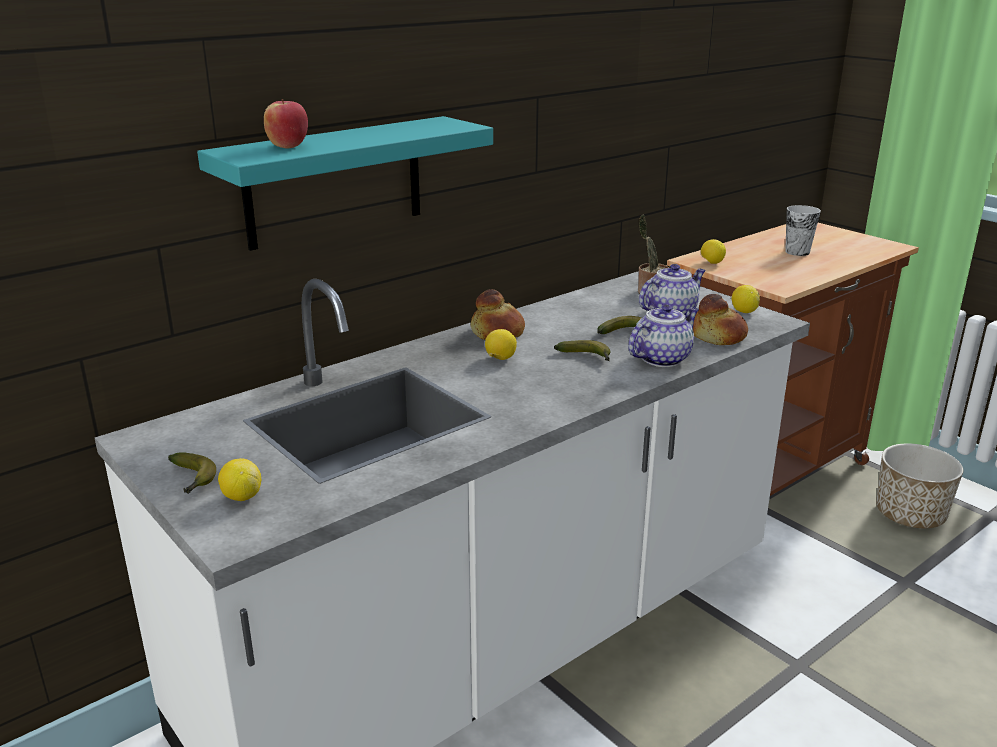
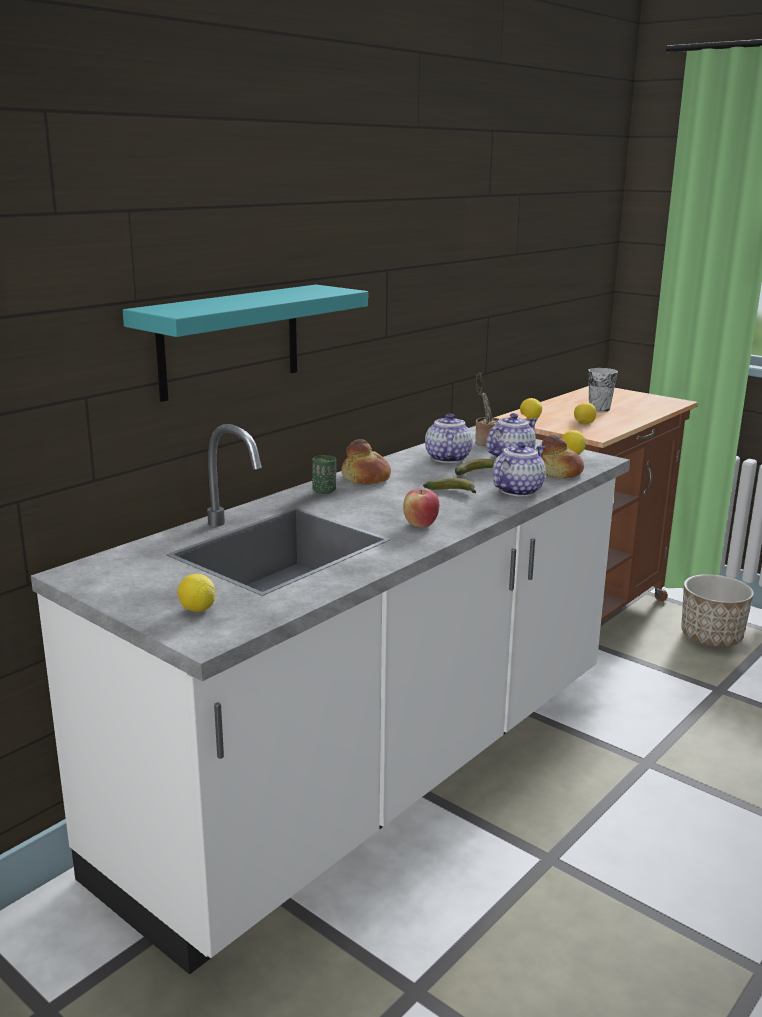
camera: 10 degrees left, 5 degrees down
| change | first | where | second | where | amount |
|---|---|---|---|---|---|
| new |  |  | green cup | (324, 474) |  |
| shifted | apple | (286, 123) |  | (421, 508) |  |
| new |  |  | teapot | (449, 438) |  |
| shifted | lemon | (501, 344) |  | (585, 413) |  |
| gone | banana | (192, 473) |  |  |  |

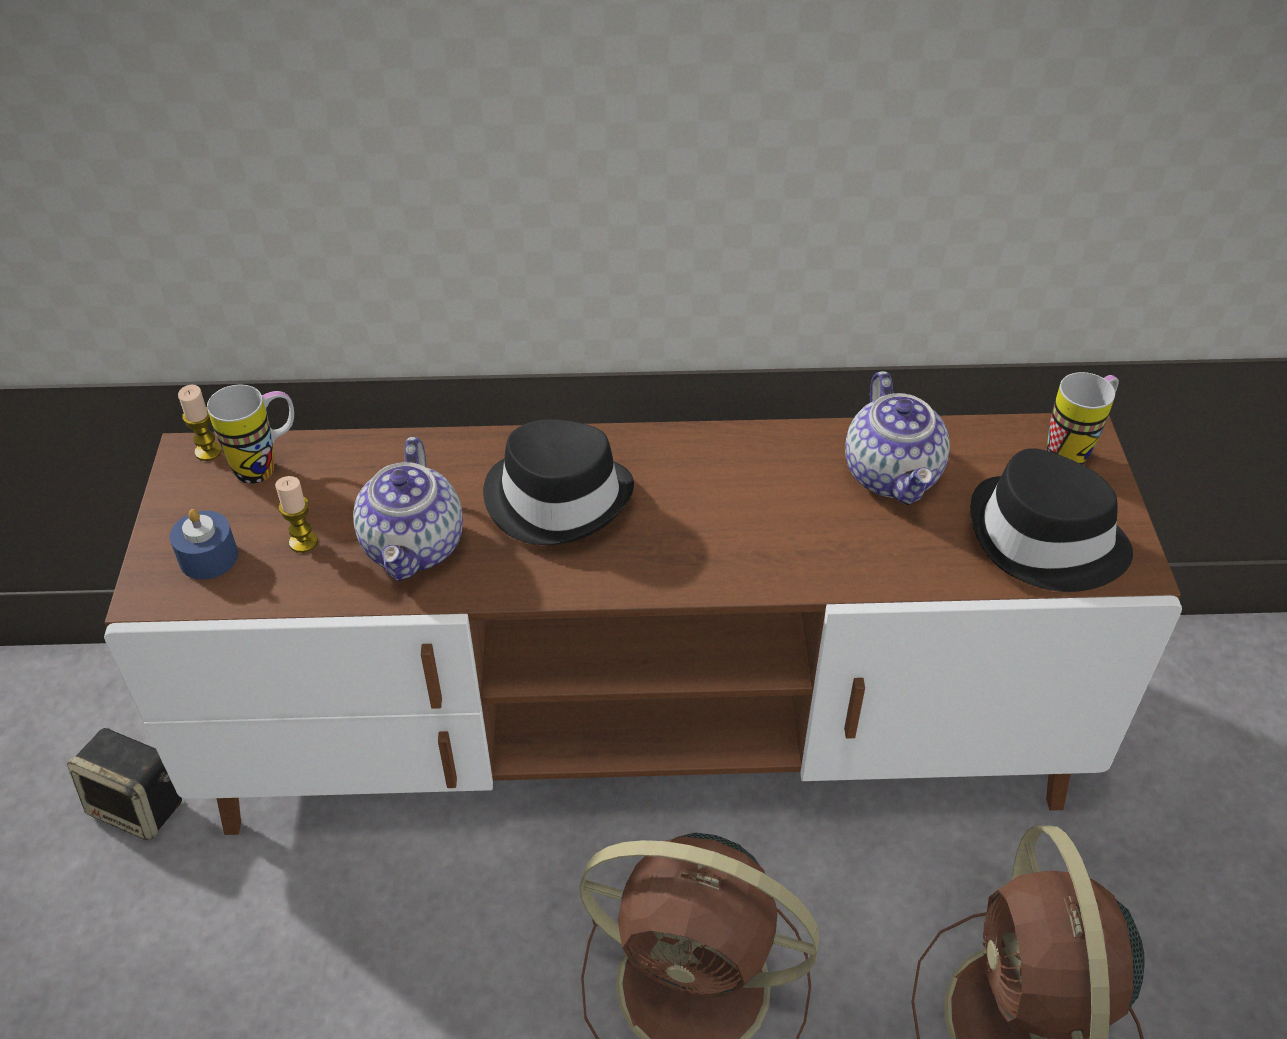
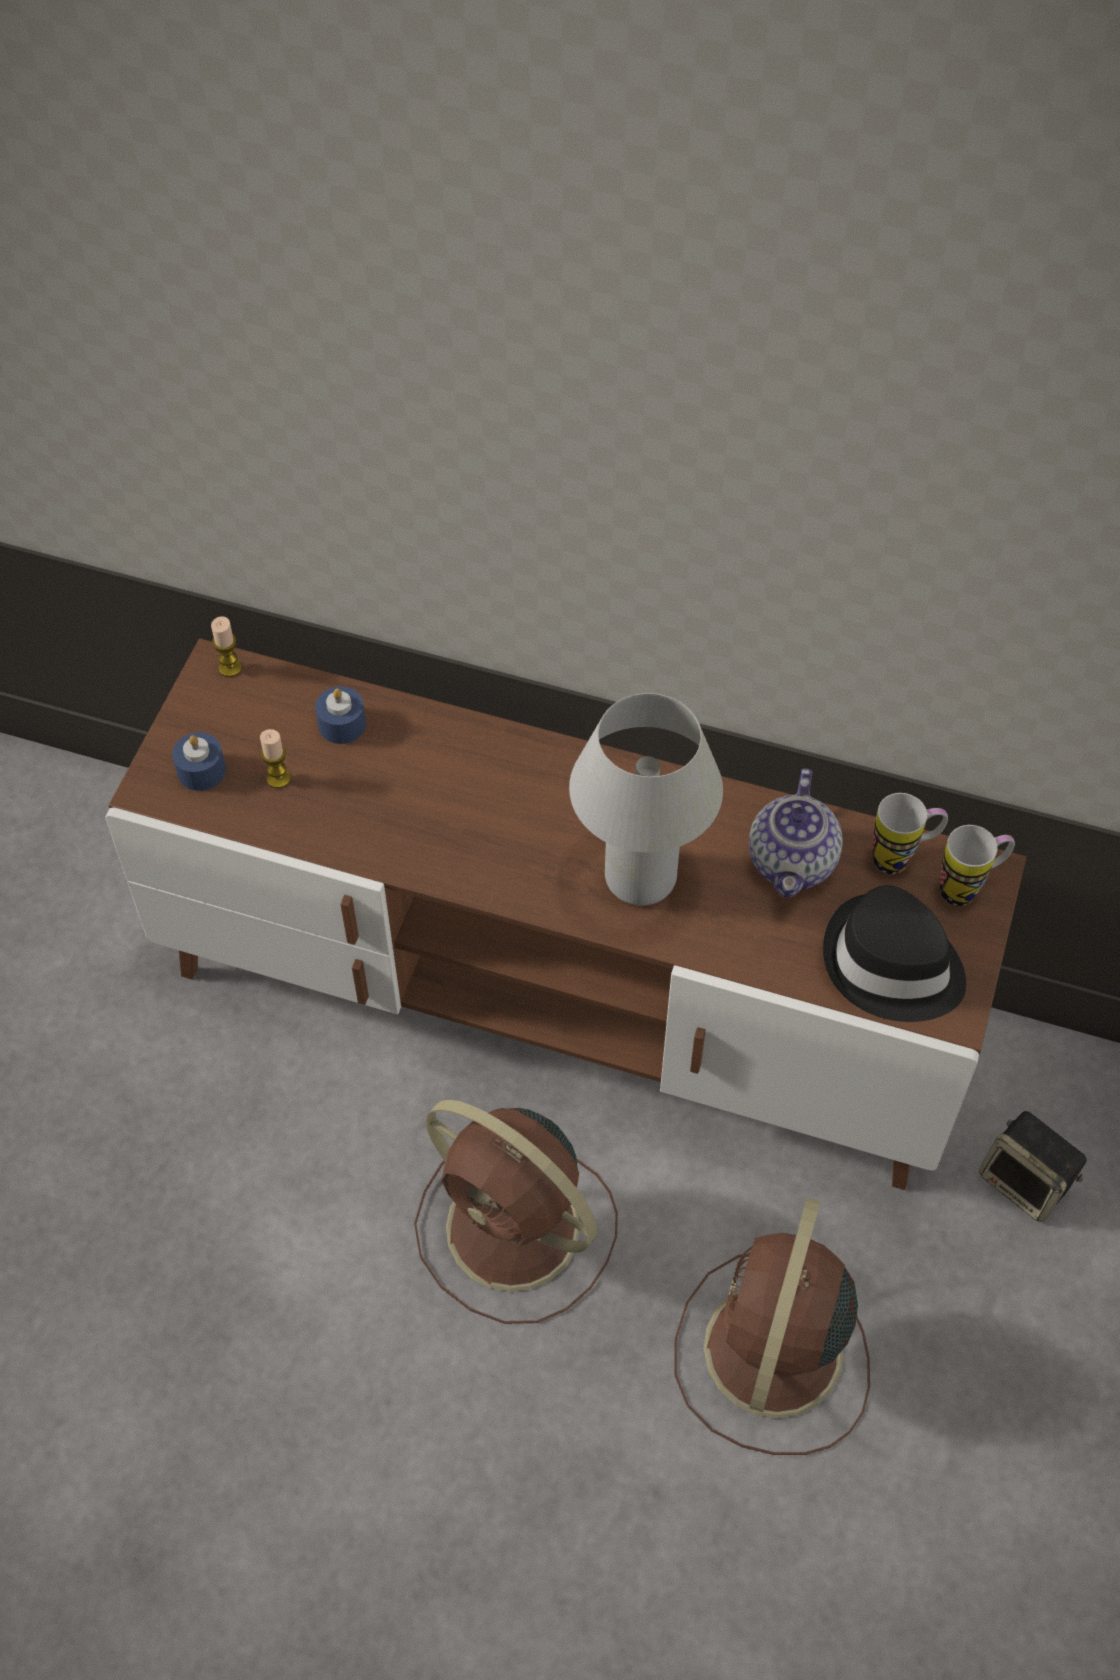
camera: 20 degrees right, 10 degrees up
| change | first | where | second | where | amount |
|---|---|---|---|---|---|
| new |  |  | blue candle | (340, 715) |  |
| new |  |  | white table lamp | (646, 799) |  |
| shifted | mug | (250, 434) |  | (910, 833) |  |
| shifted | speaker | (124, 784) |  | (1033, 1166) |  |
| gone | teapot | (408, 509) |  |  |  |
| gone | black hat | (558, 482) |  |  |  |

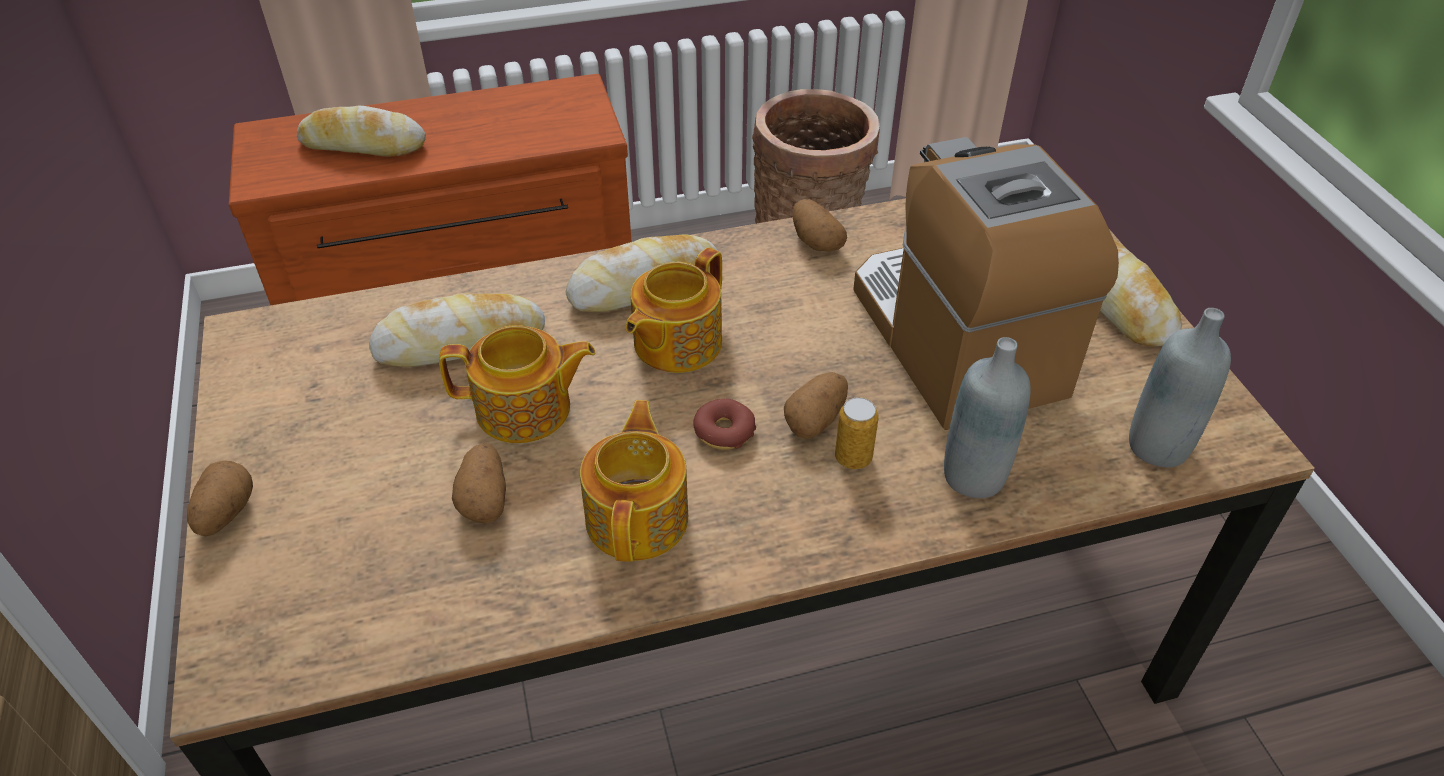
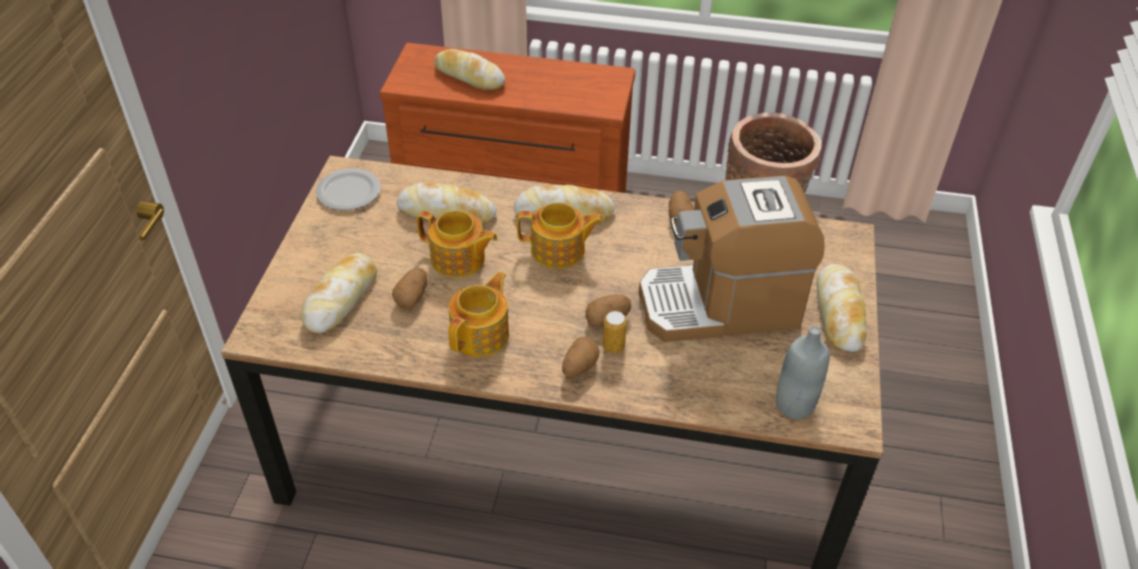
camera: 25 degrees right, 0 degrees up
| change | first | where | second | where | amount |
|---|---|---|---|---|---|
| new |  |  | bread | (339, 293) |  |
| new |  |  | plate | (348, 189) |  |
| rotated | teapot | (674, 310) |  | (560, 235) | 150 degrees counterclockwise |
| shifted | potato | (220, 498) |  | (581, 357) |  |
| rotated | coffee machine | (986, 283) |  | (732, 259) | 105 degrees counterclockwise |
| gone | donut | (724, 424) |  |  |  |
| gone | grey bottle | (987, 417) |  |  |  |

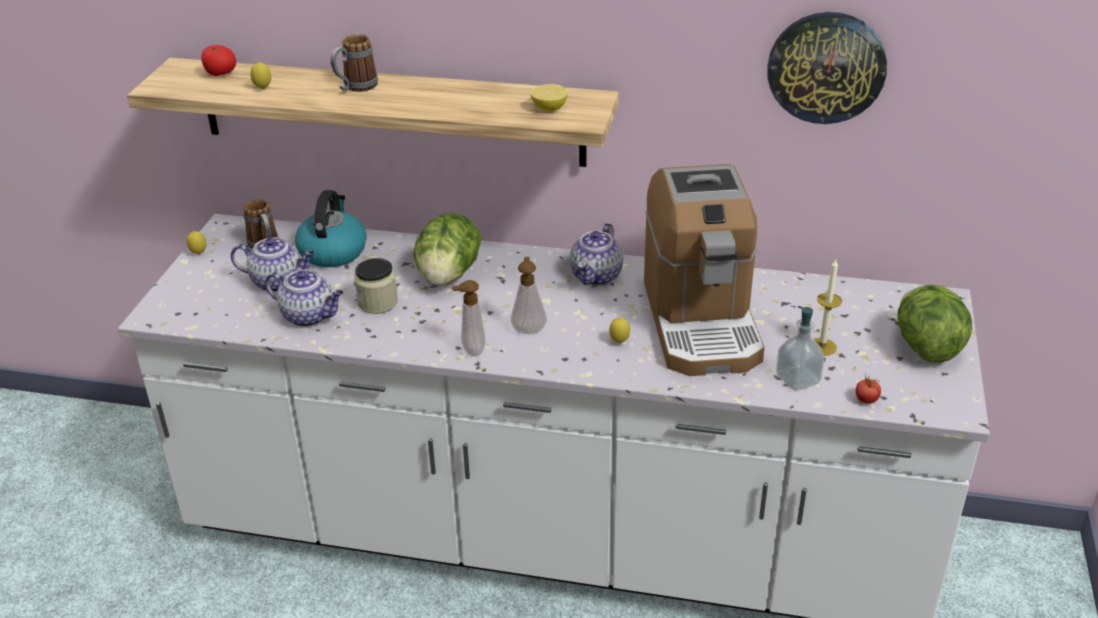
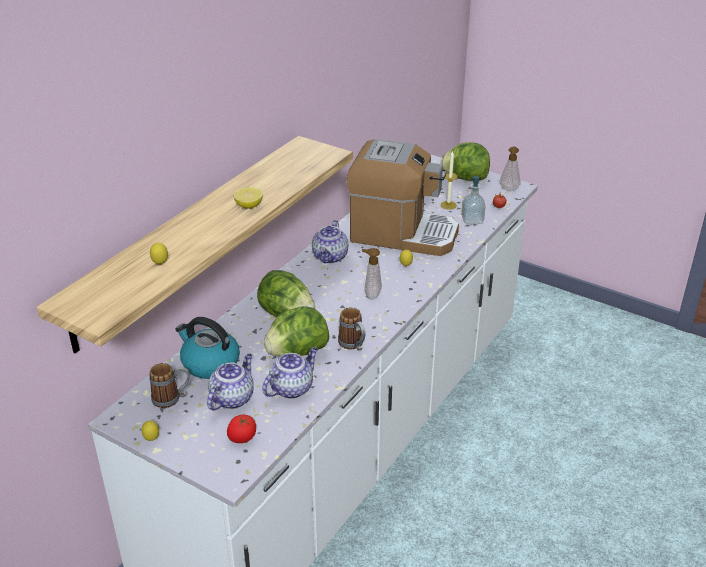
camera: 70 degrees left, 0 degrees up
| change | first | where | second | where | amount |
|---|---|---|---|---|---|
| shifted | tomato | (218, 60) |  | (241, 429) |  |
| shifted | lemon | (549, 97) |  | (248, 198) |  |
| swapped | jar | (376, 286) | lettuce | (296, 331) |  |
| rotated | teapot | (596, 254) |  | (330, 241) | 60 degrees clockwise |
| shifted | mug | (354, 63) |  | (351, 329) |  |
| shifted | soap dispenser | (468, 318) |  | (510, 169) |  |
| gone | wall clock | (827, 68) |  |  |  |

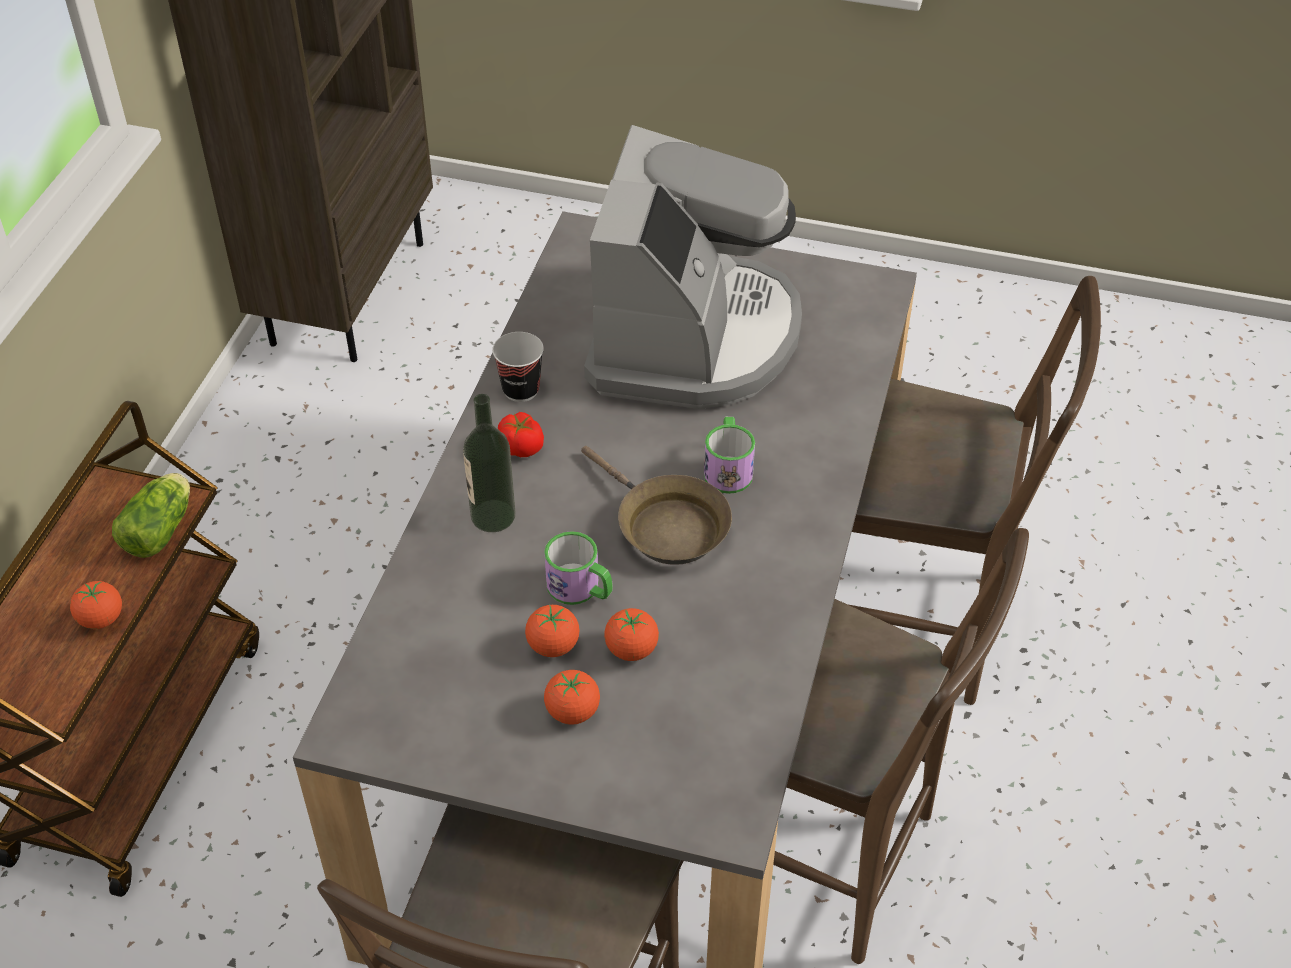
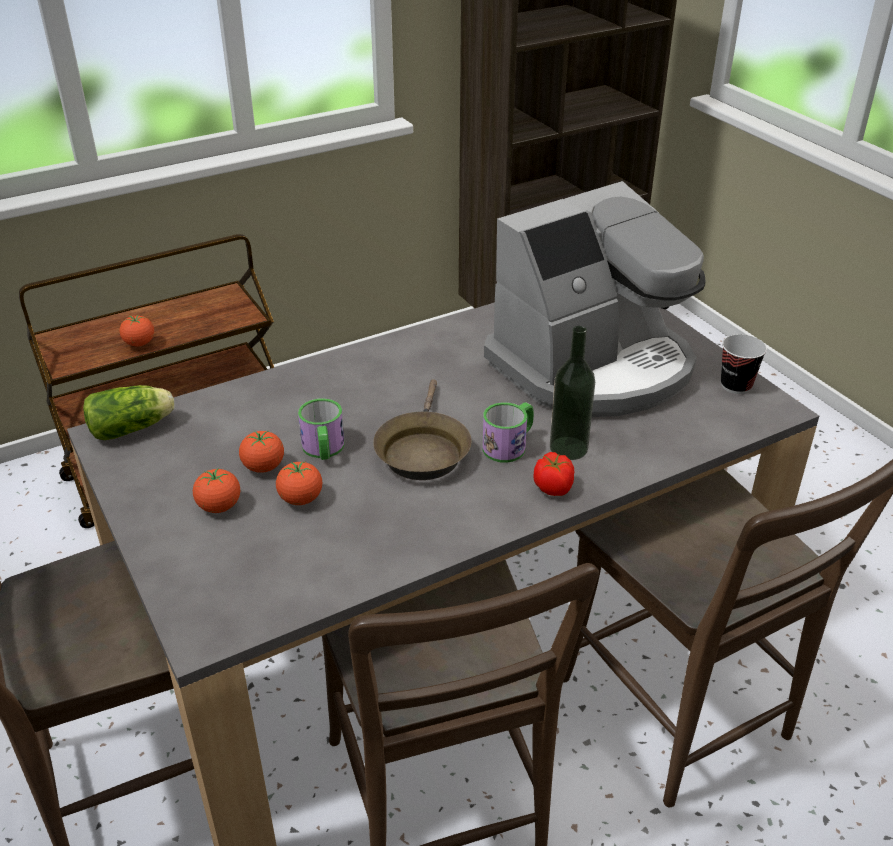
camera: 45 degrees right, 10 degrees down
| change | first | where | second | where | amount |
|---|---|---|---|---|---|
| shifted | lettuce | (151, 515) |  | (129, 412) |  |
| shifted | tomato | (521, 434) |  | (553, 474) |  |
| shifted | bottle | (489, 463) |  | (572, 393) |  |
| shifted | cup | (518, 367) |  | (744, 364) |  |

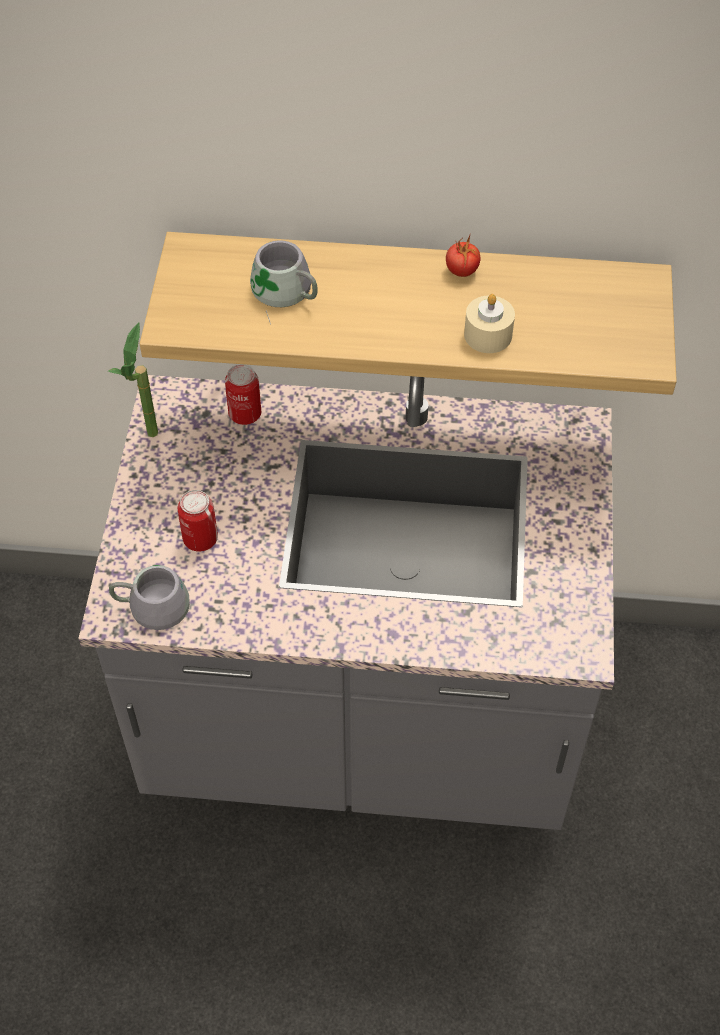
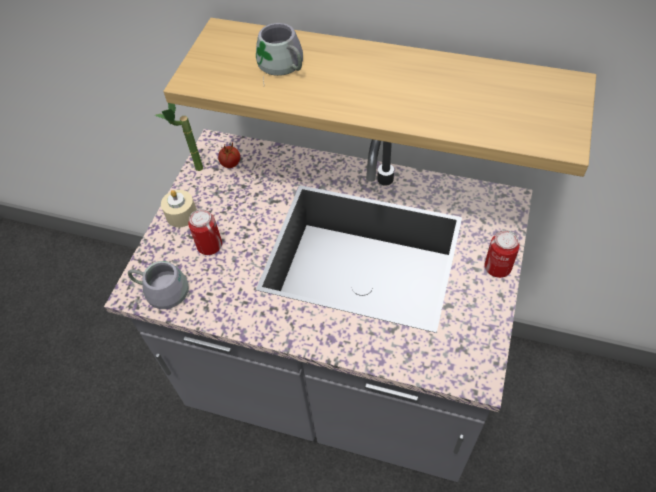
camera: 15 degrees right, 0 degrees up
| change | first | where | second | where | amount |
|---|---|---|---|---|---|
| shifted | beige candle | (489, 323) |  | (179, 208) |  |
| shifted | tomato | (463, 256) |  | (229, 155) |  |
| shifted | can | (243, 394) |  | (502, 254) |  |

